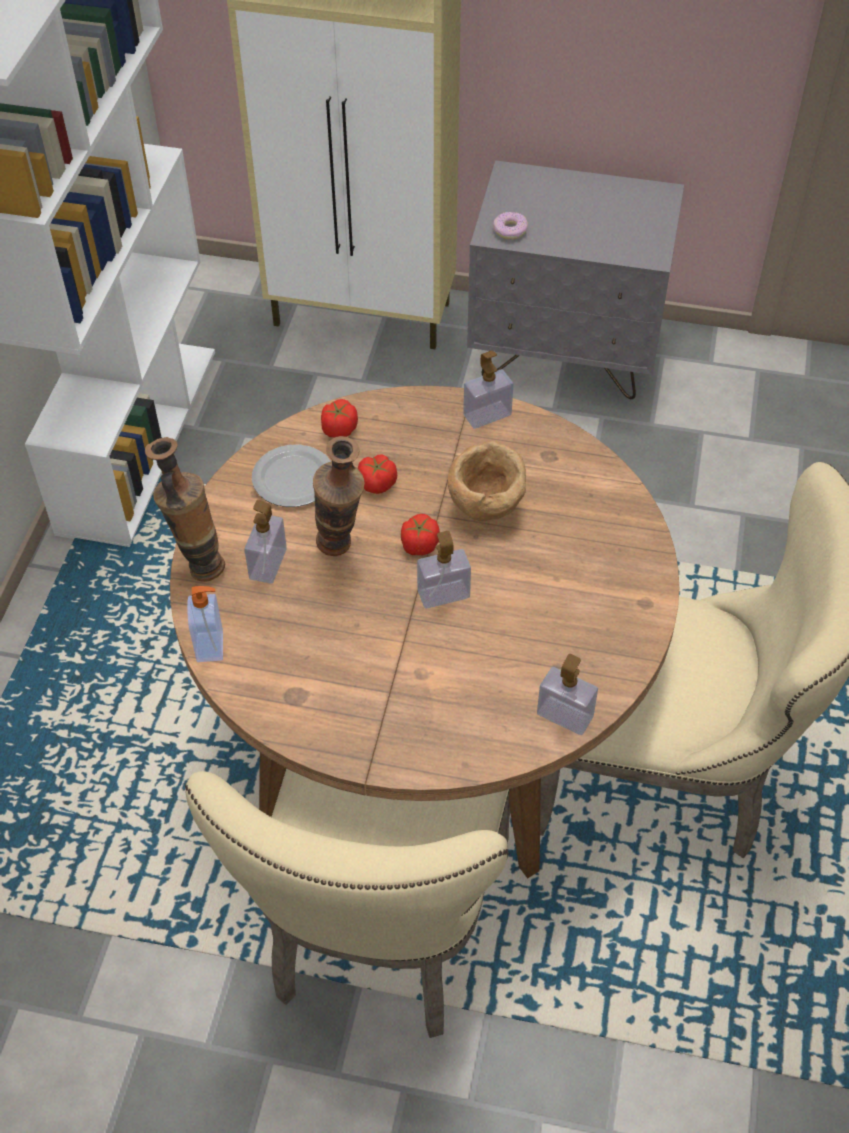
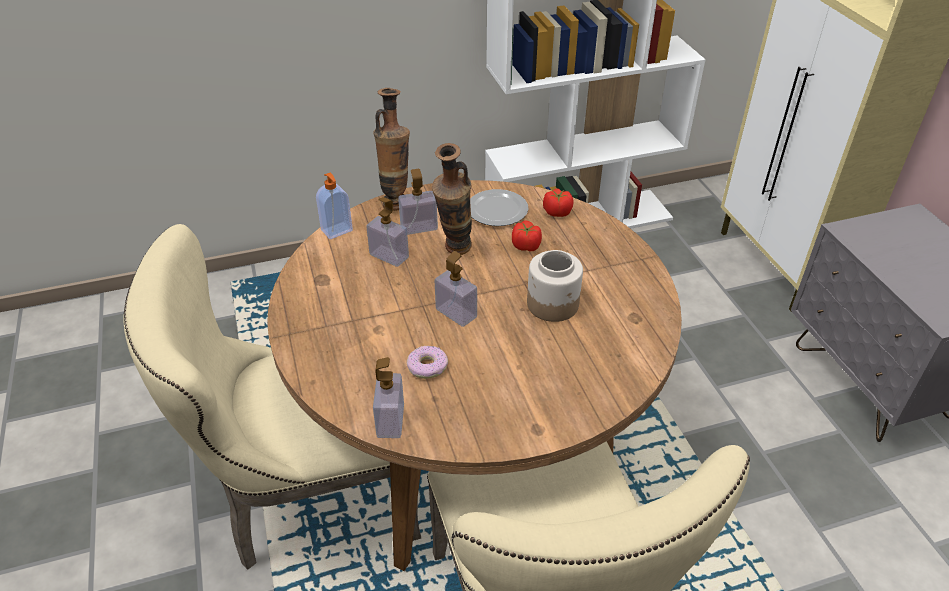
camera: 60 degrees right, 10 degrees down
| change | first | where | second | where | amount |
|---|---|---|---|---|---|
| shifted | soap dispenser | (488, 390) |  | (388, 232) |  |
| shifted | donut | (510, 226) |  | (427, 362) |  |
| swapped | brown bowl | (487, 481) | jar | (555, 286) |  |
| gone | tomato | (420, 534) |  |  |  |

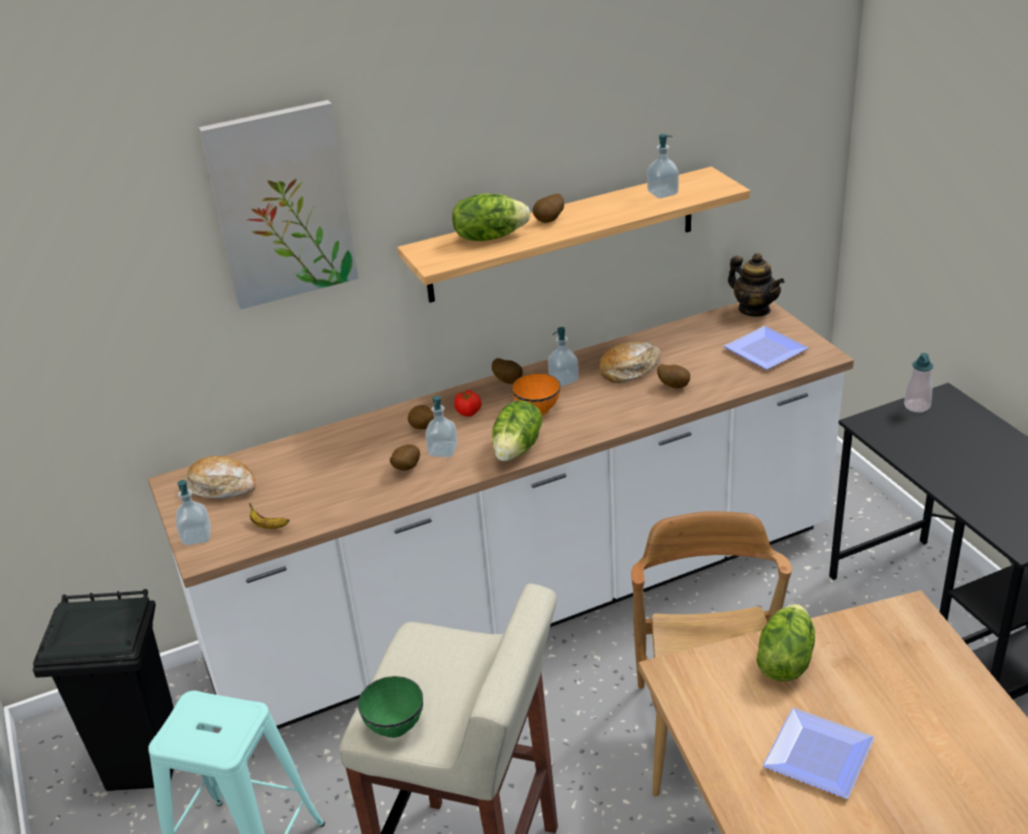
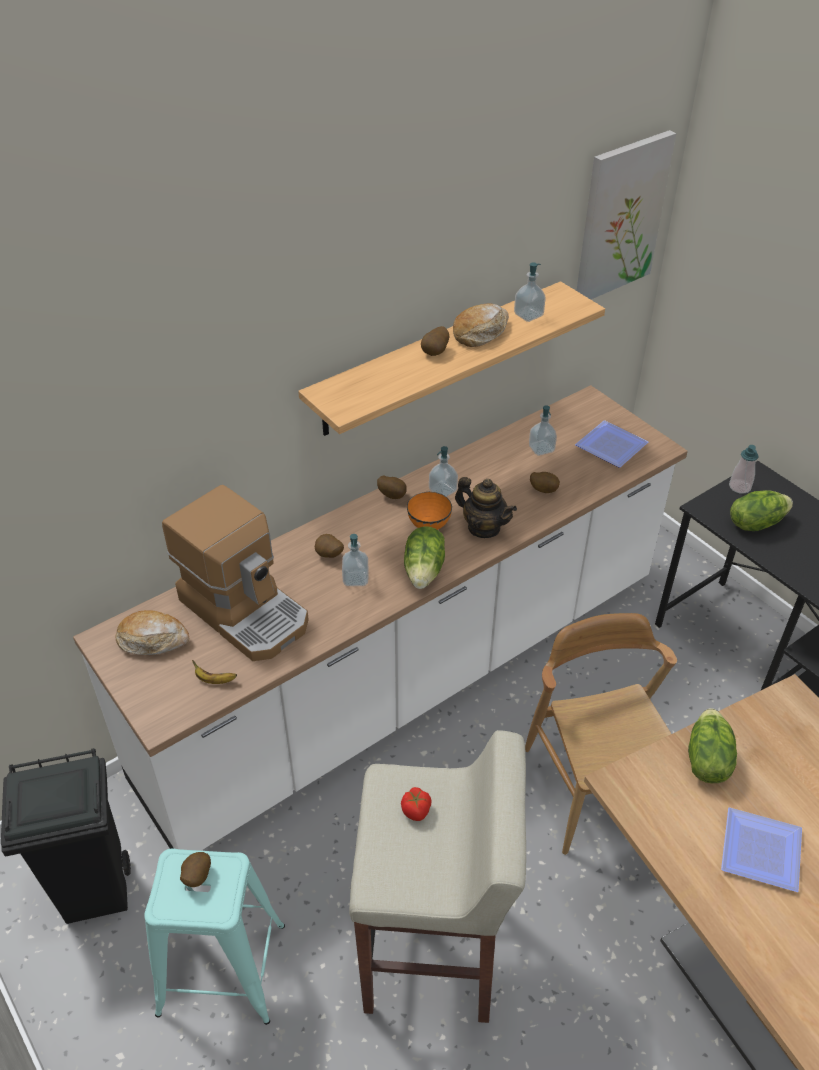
camera: 15 degrees left, 10 degrees up
| change | first | where | second | where | amount |
|---|---|---|---|---|---|
| new |  |  | coffee machine | (235, 573) |  |
| shifted | potato | (405, 458) |  | (195, 869) |  |
| shifted | tomato | (468, 403) |  | (416, 804) |  |
| shifted | bread | (630, 362) |  | (481, 325) |  |
| shifted | teapot | (756, 284) |  | (486, 507) |  |
| shifted | soap dispenser | (193, 512) |  | (543, 430) |  |
| shifted | picture | (279, 205) |  | (626, 214) |  |
| shifted | lettuce | (491, 217) |  | (761, 510) |  |
| gone | green bowl | (390, 707) |  |  |  |

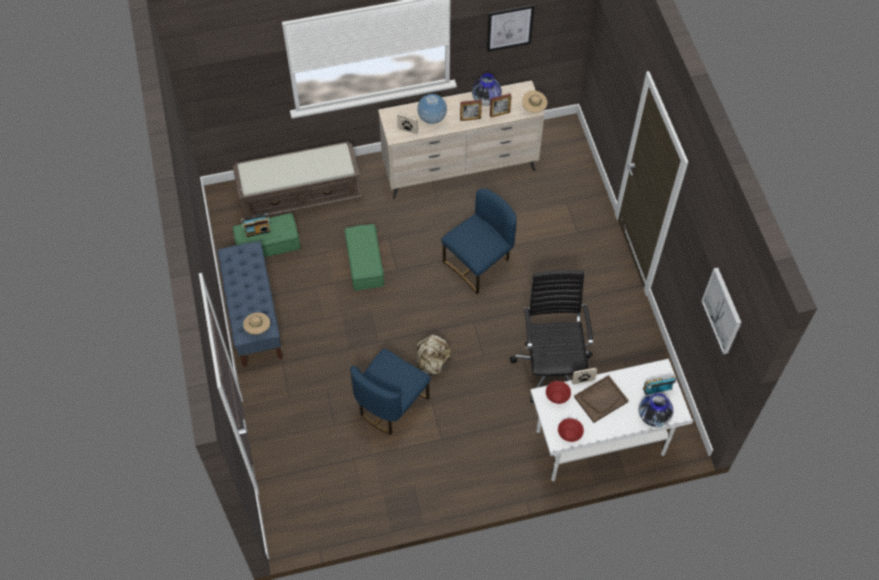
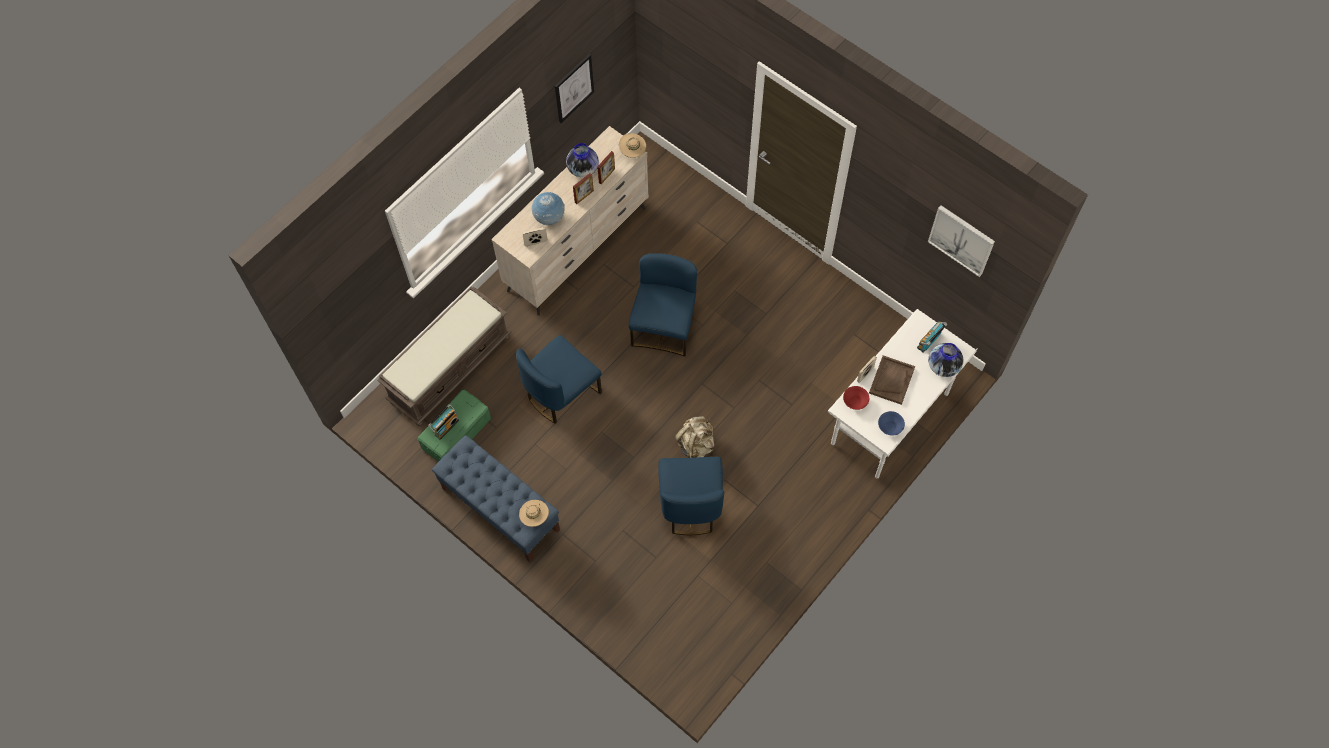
camera: 35 degrees left, 5 degrees up
| change | first | where | second | where | amount |
|---|---|---|---|---|---|
| swapped | green storage box | (364, 257) | blue chair | (559, 379) |  |
| repainted | red bowl | (571, 430) | blue bowl | (891, 423) |  |
| gone | black office chair | (551, 336) |  |  |  |

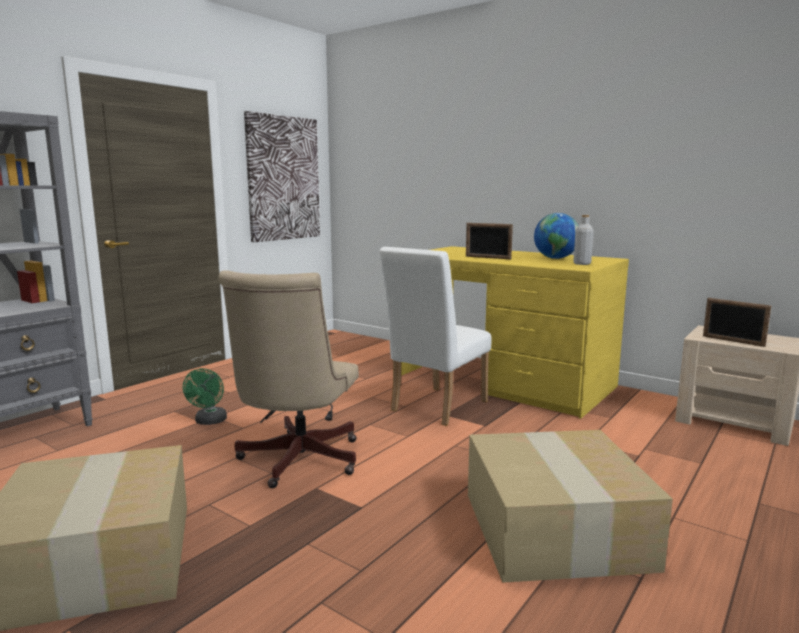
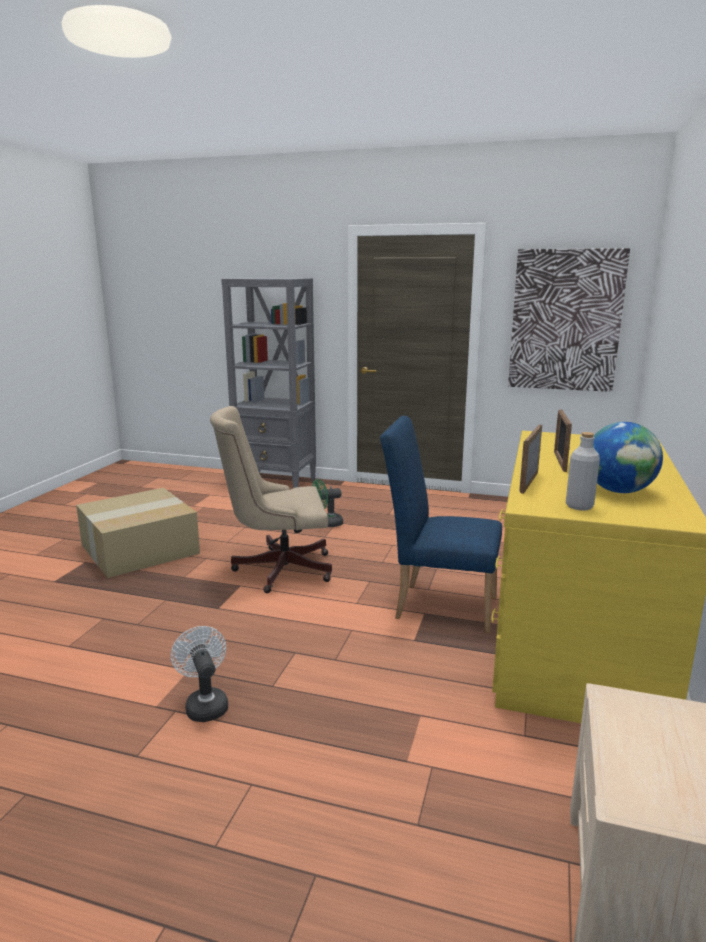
camera: 70 degrees right, 5 degrees up
| change | first | where | second | where | amount |
|---|---|---|---|---|---|
| swapped | cardboard box | (570, 506) | white fan | (199, 674) |  |
| repainted | white chair | (435, 336) | blue chair | (441, 524) |  |
| shifted | picture frame | (737, 322) |  | (530, 459) |  |

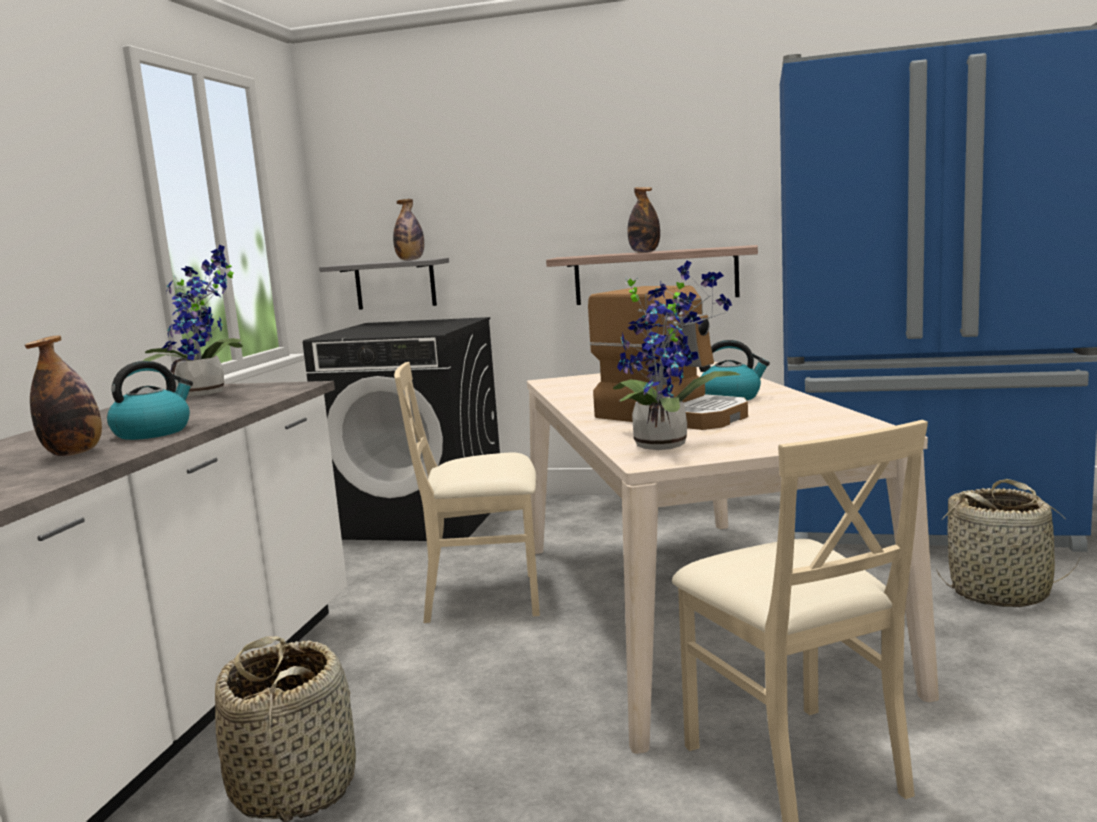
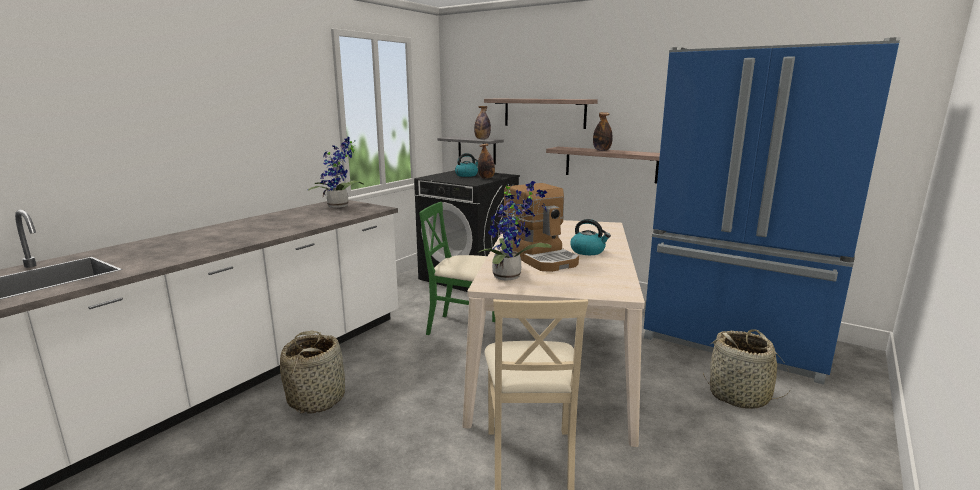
camera: 20 degrees right, 5 degrees up
| change | first | where | second | where | amount |
|---|---|---|---|---|---|
| repainted | beige chair | (467, 492) | green chair | (457, 268) |  |
| shifted | kettle | (150, 400) |  | (466, 165) |  |
| shifted | bottle | (63, 395) |  | (486, 161) |  |
| new |  |  | shelf | (541, 114) |  |

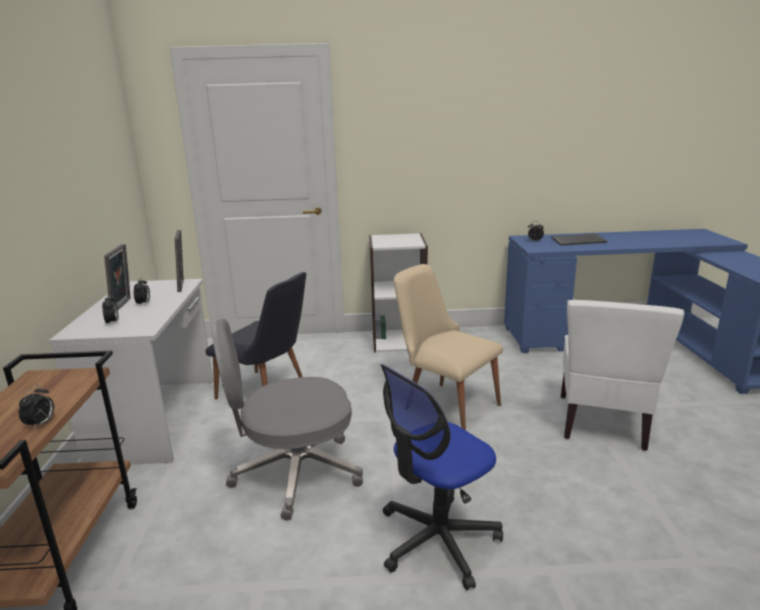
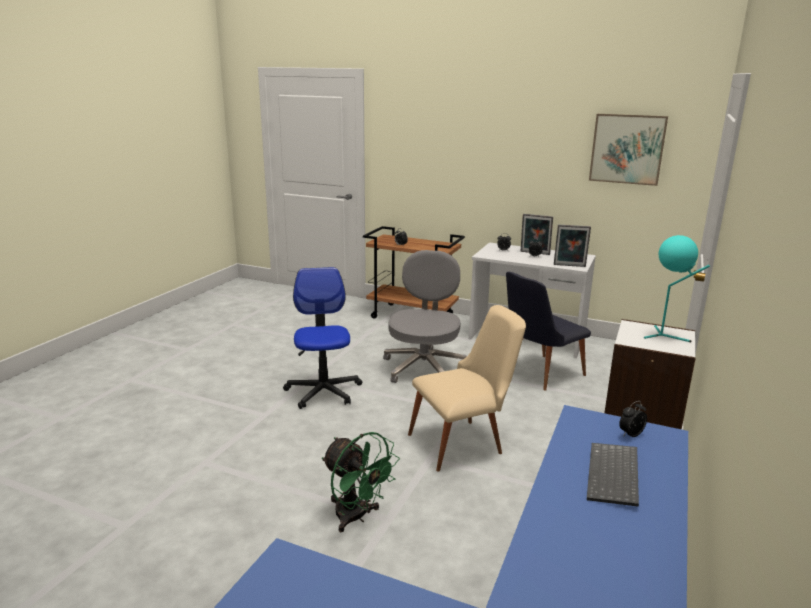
camera: 115 degrees right, 0 degrees up
| change | first | where | second | where | amount |
|---|---|---|---|---|---|
| swapped | white chair | (622, 375) | green fan | (361, 482) |  |
| new |  |  | picture | (628, 150) |  |
| new |  |  | turquoise table lamp | (677, 288) |  |

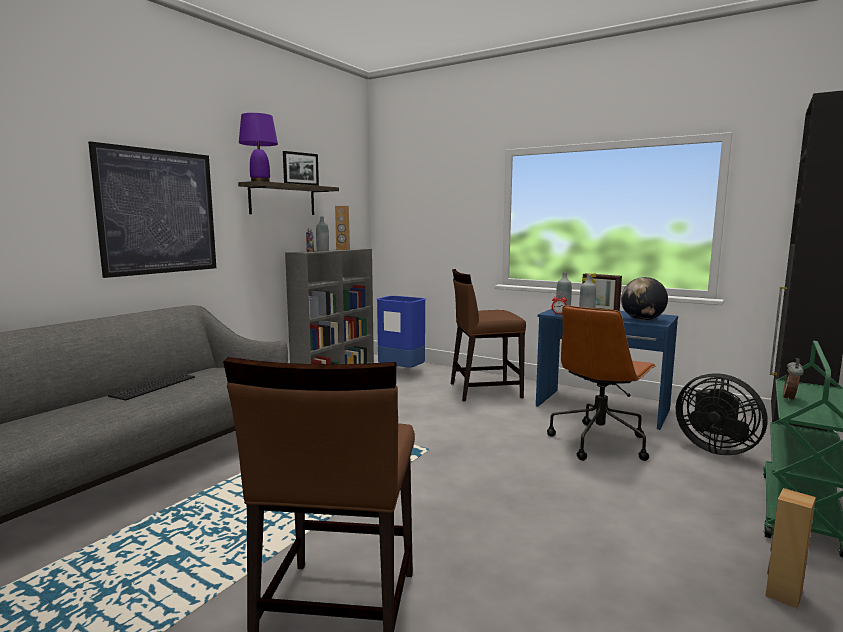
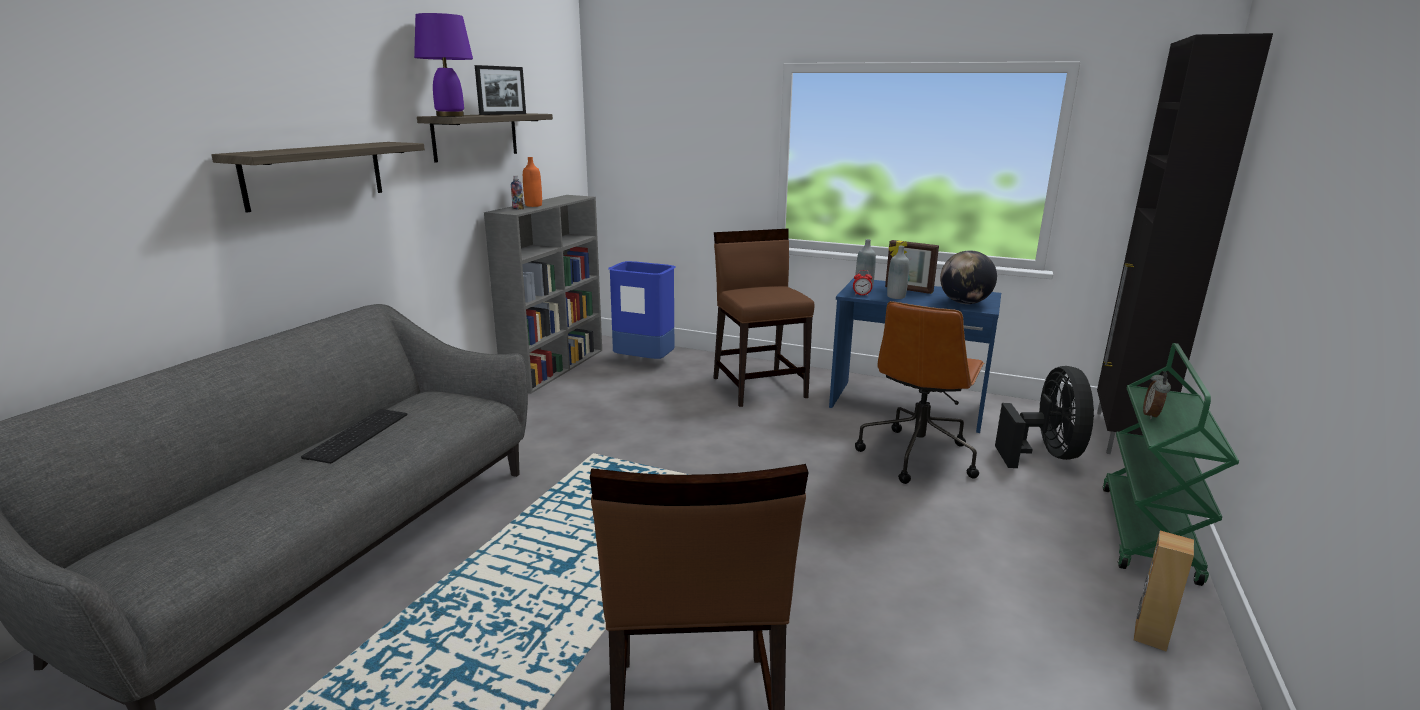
camera: 10 degrees left, 10 degrees up
| change | first | where | second | where | amount |
|---|---|---|---|---|---|
| swapped | picture | (152, 209) | shelf | (318, 177) |  |
| repainted | grey bottle | (322, 234) | orange bottle | (532, 182) |  |
| rotated | brown chair | (488, 335) |  | (763, 318) | 90 degrees clockwise |
| rotated | black fan | (722, 414) |  | (1044, 417) | 120 degrees counterclockwise |
| gone | brown speaker | (342, 228) |  |  |  |

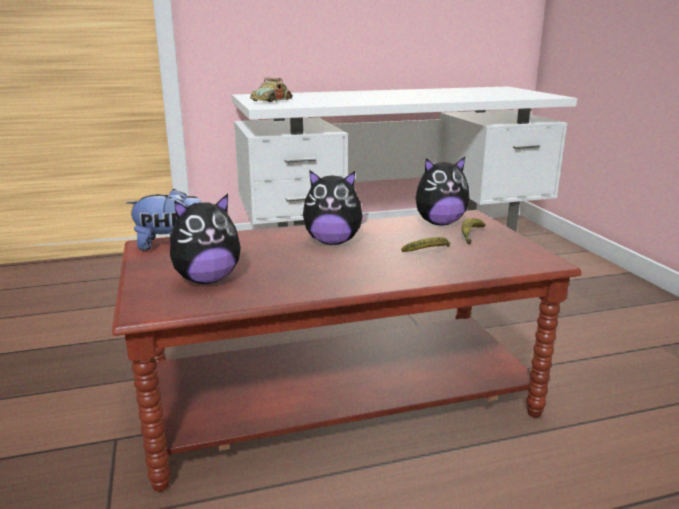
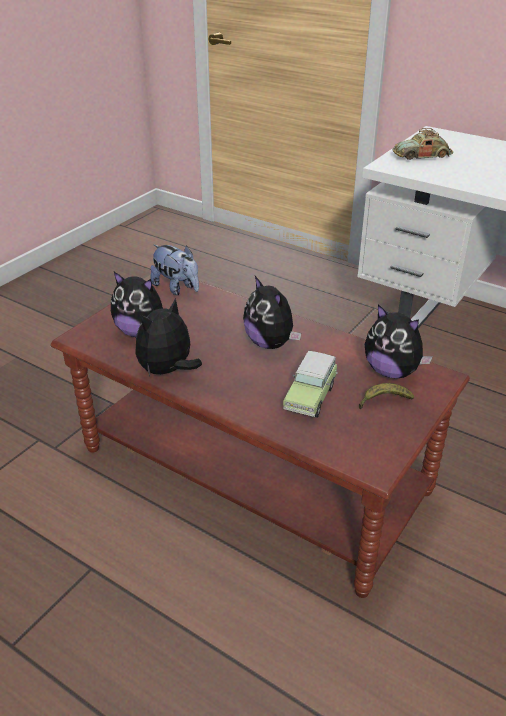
camera: 50 degrees right, 15 degrees up
| change | first | where | second | where | amount |
|---|---|---|---|---|---|
| new |  |  | plush toy | (169, 337) |  |
| swapped | banana | (425, 244) | toy car | (310, 384) |  |

